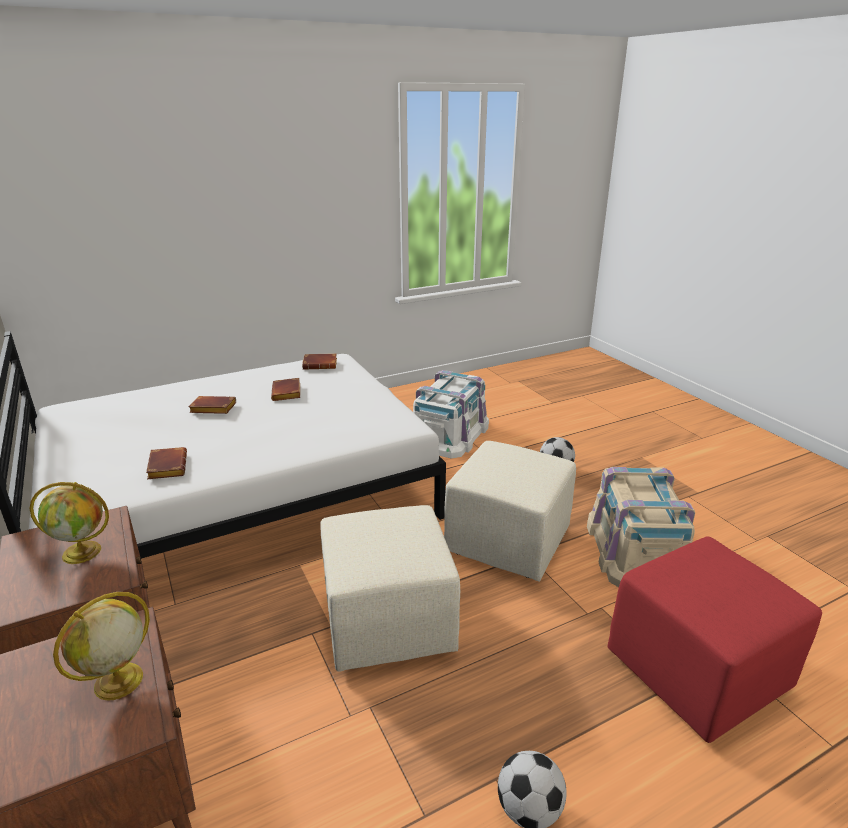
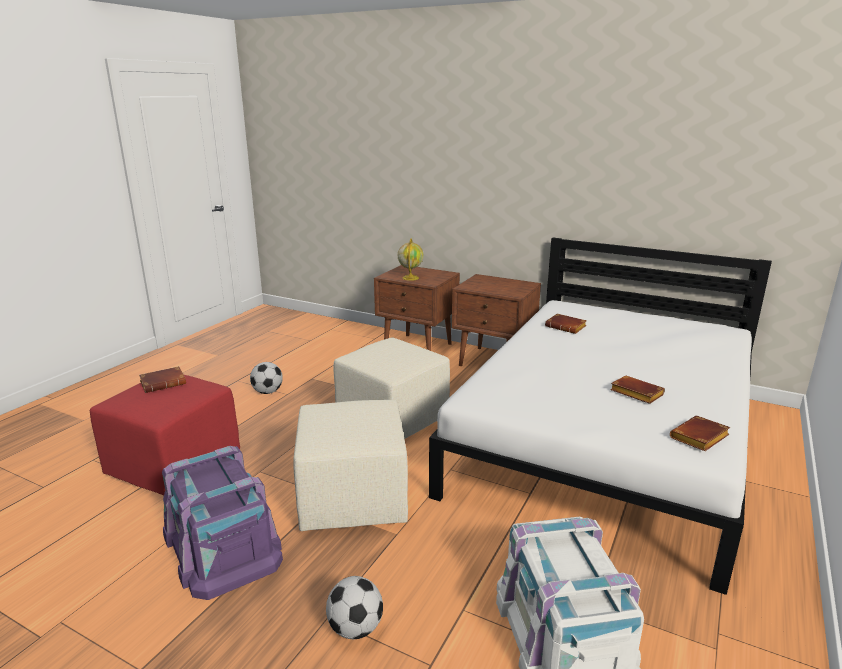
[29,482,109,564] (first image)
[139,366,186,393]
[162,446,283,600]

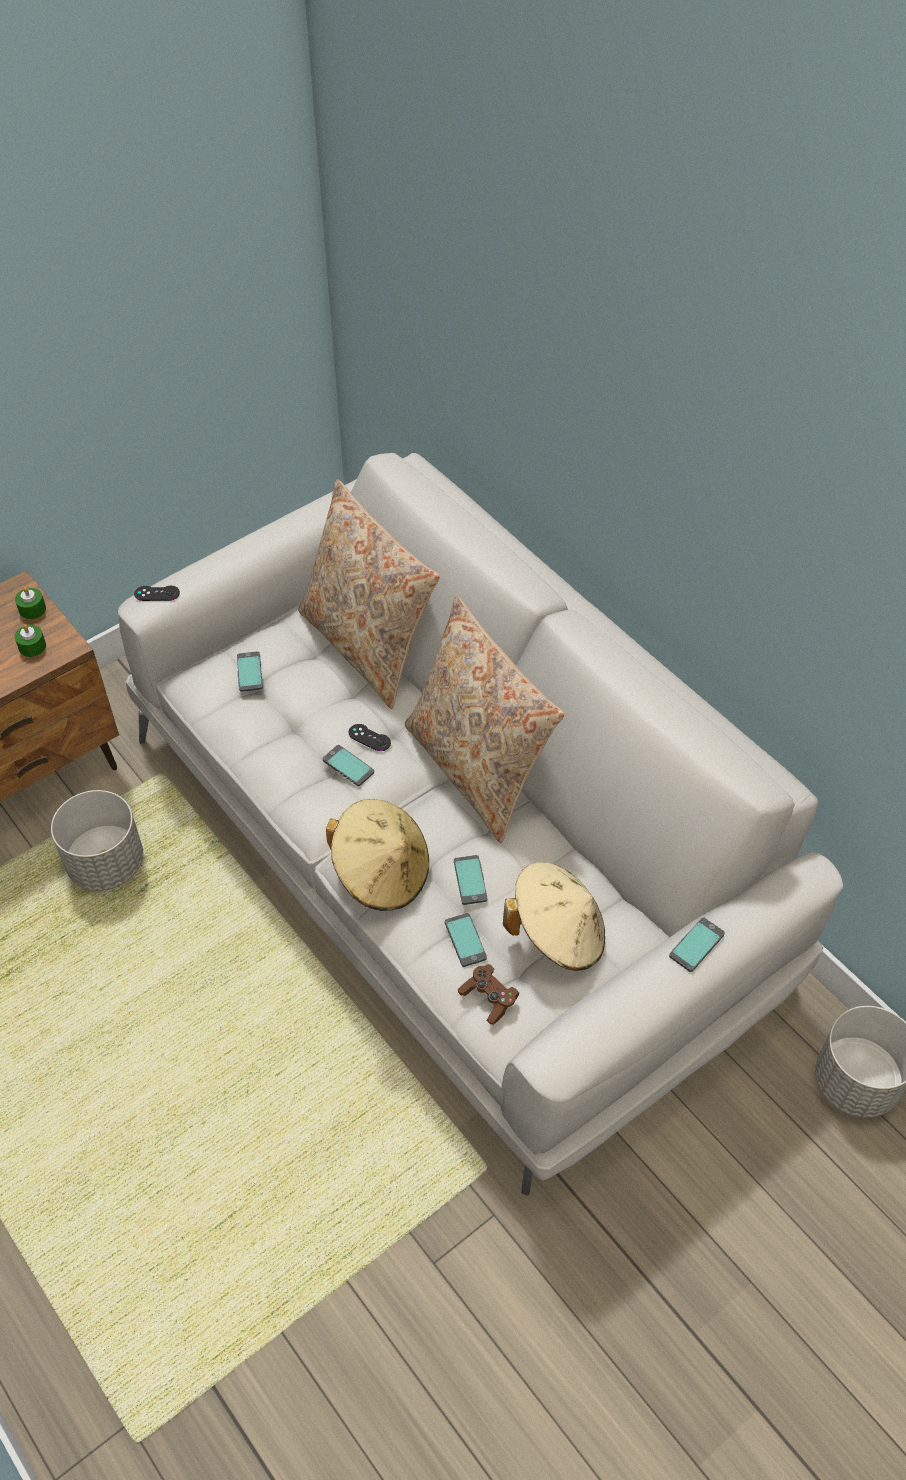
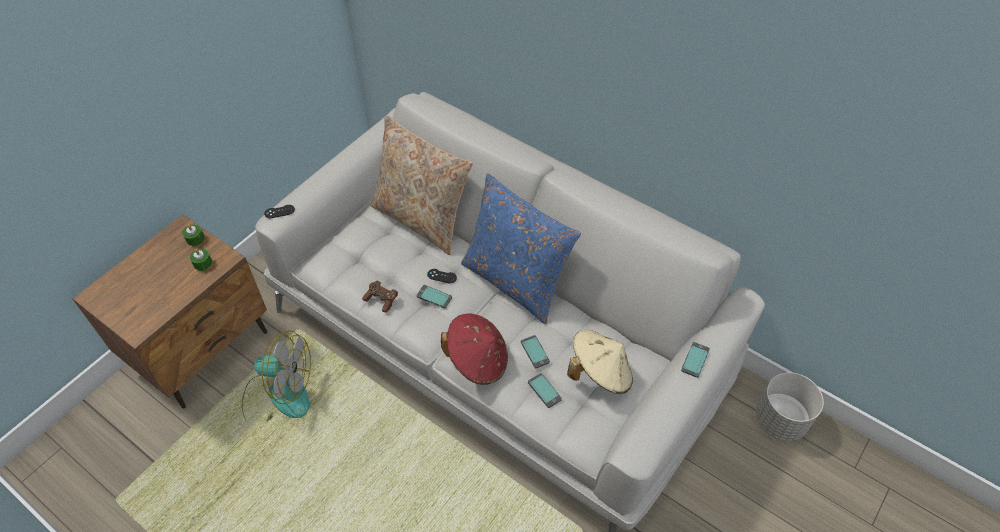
[242,330,311,426]
[237,651,263,692] (first image)
[441,314,508,385]
[461,174,581,325]
[362,281,398,313]

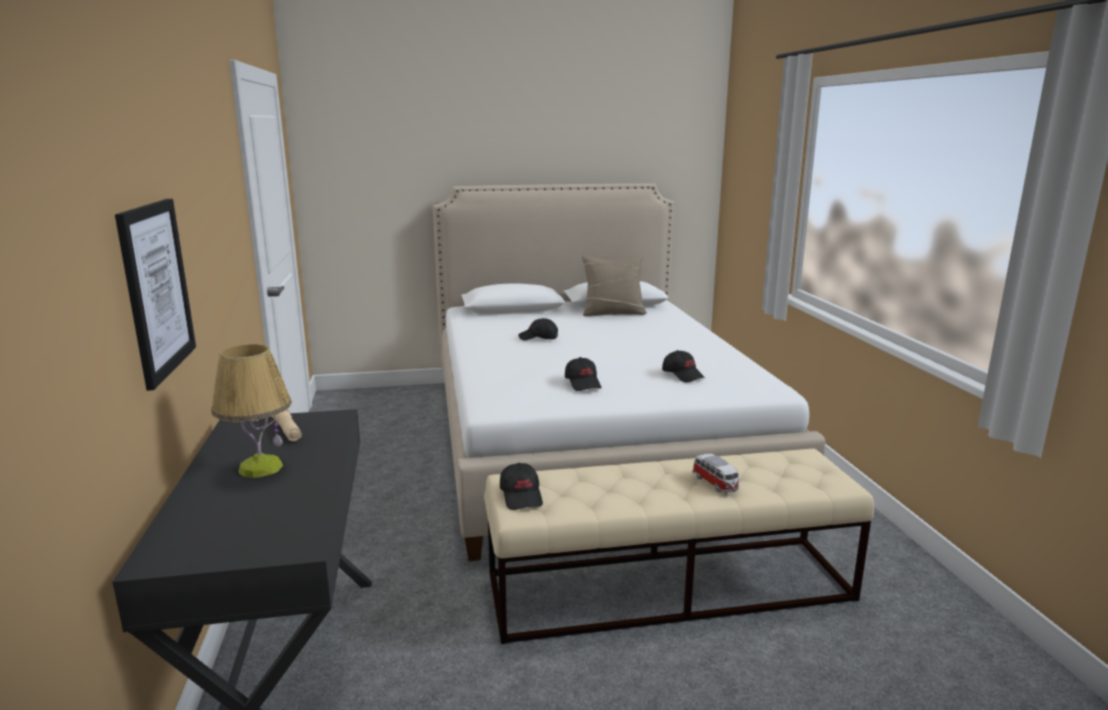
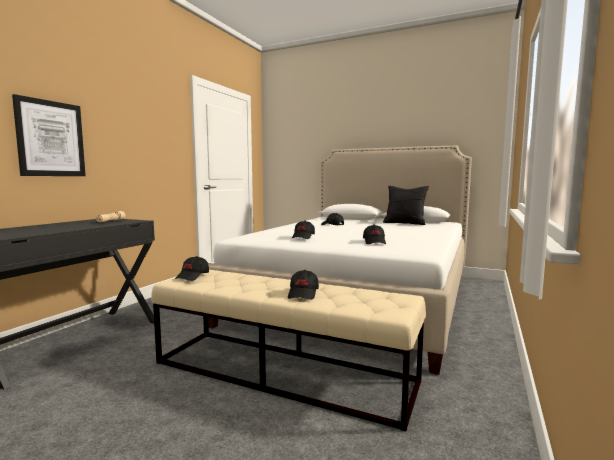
[211,344,292,478] (first image)
[383,186,429,225]
[288,270,319,300]

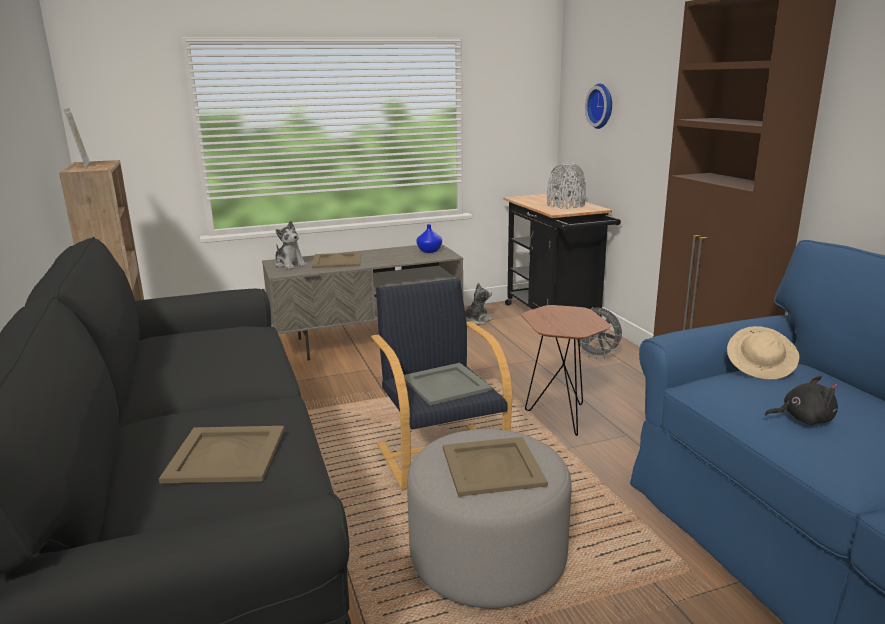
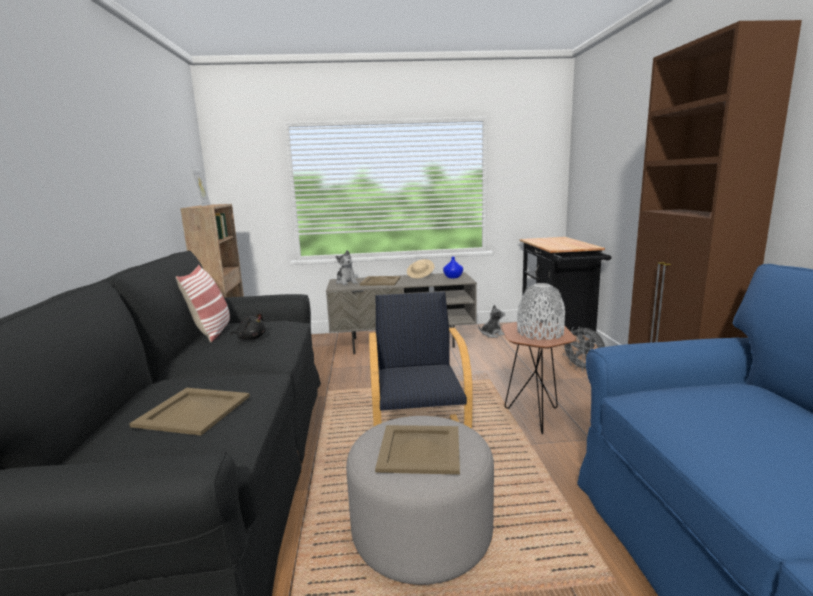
[404,363,492,406] (first image)
[517,283,565,340]
[585,83,612,129] (first image)
[407,259,434,278]
[231,313,266,340]
[176,265,230,342]

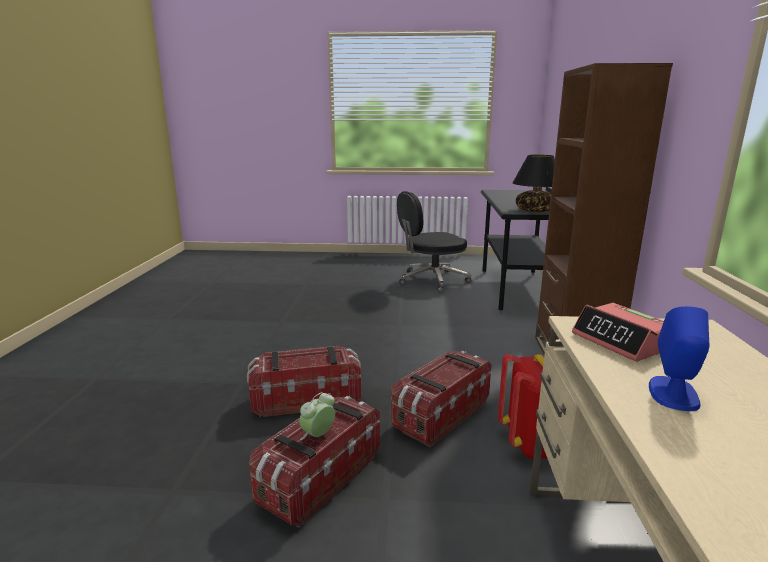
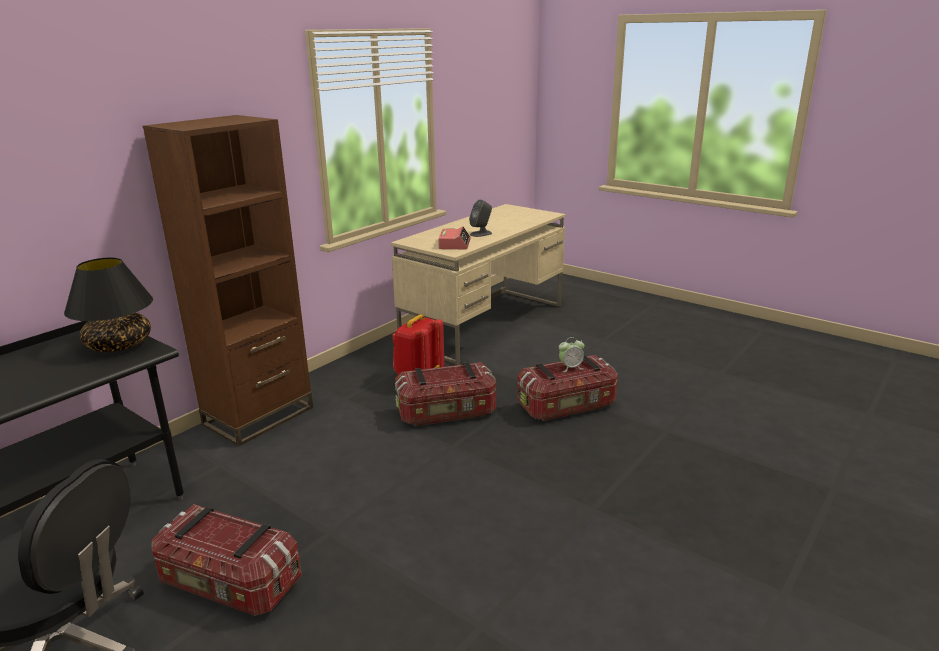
[152,504,302,616]
[469,199,492,237]

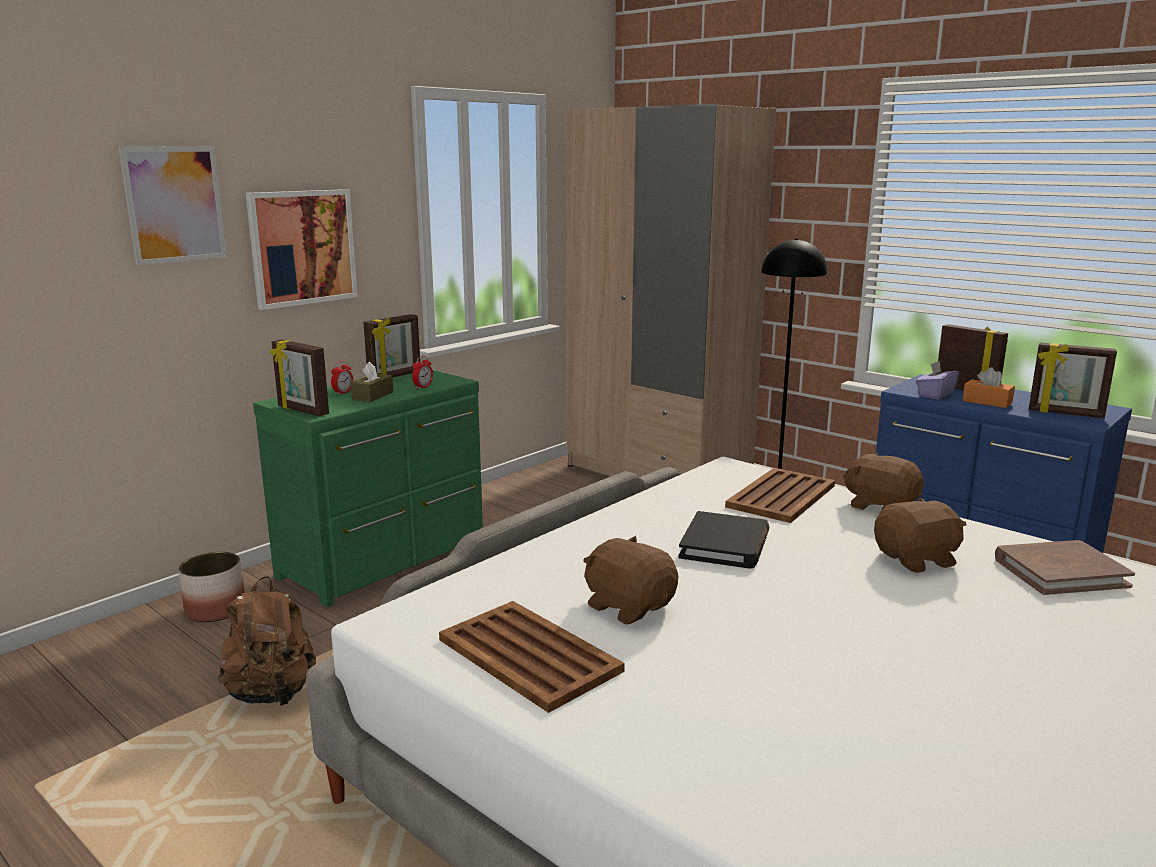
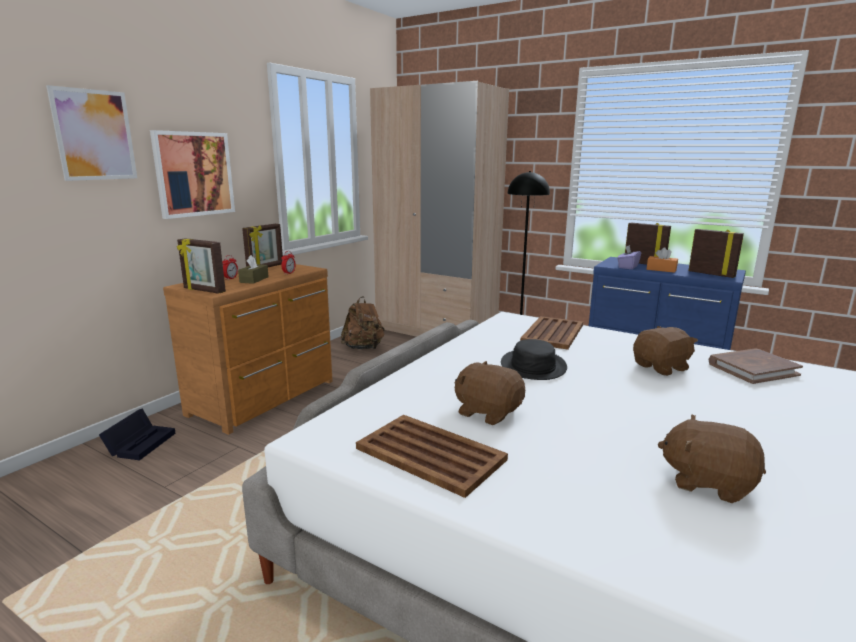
[99,409,176,460]
[341,296,385,349]
[163,264,333,435]
[501,339,567,380]
[658,414,766,503]
[688,229,744,278]

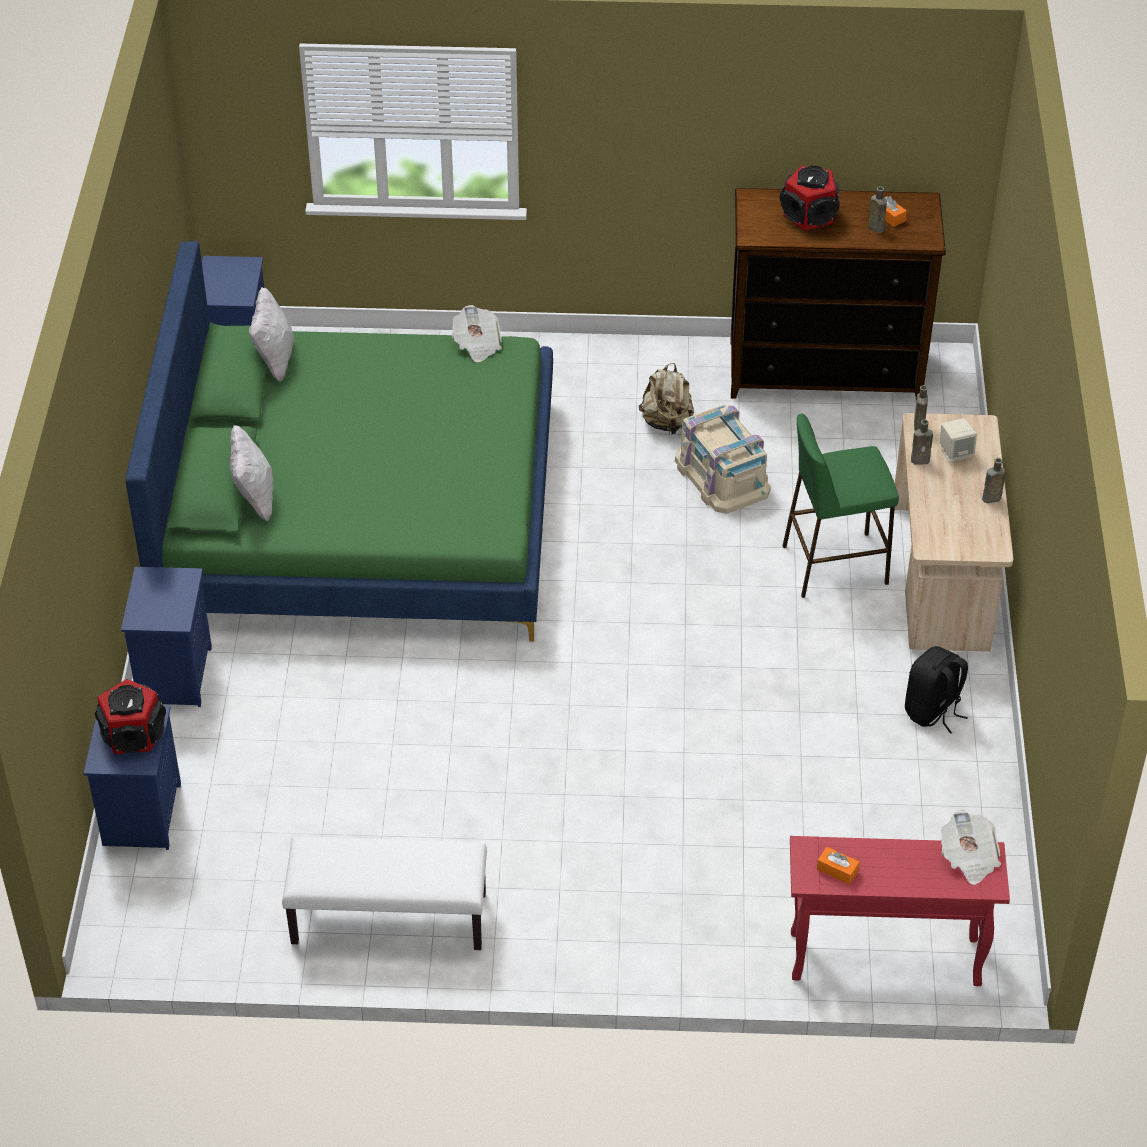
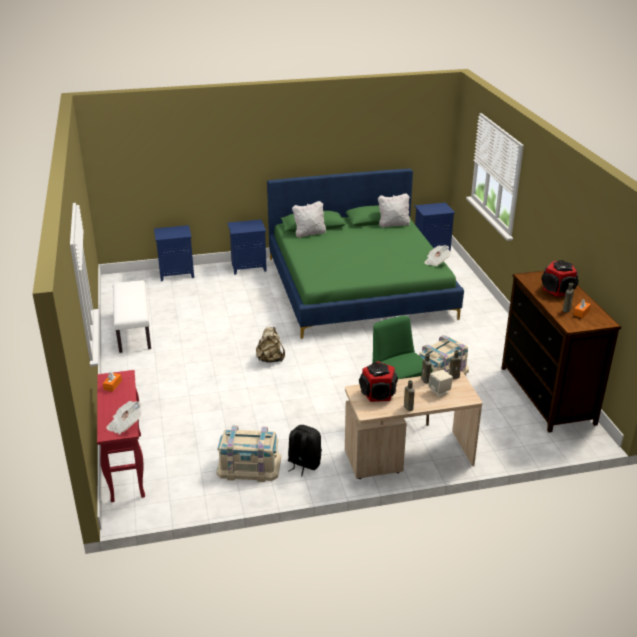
[359,361,398,402]
[256,327,285,363]
[216,425,281,482]

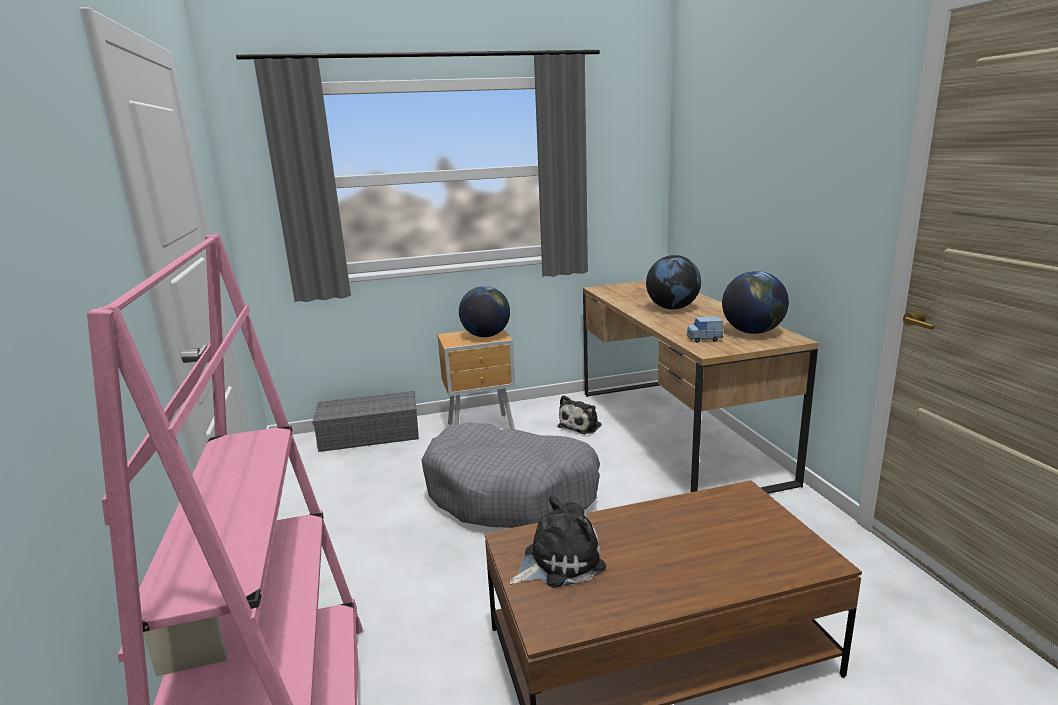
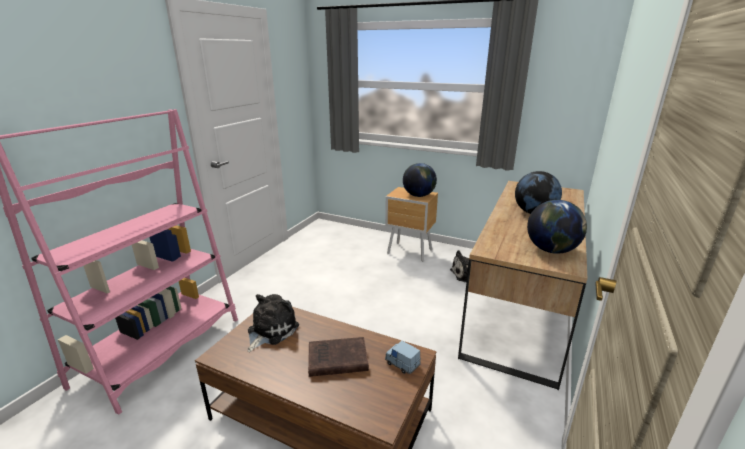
[312,391,419,452] (first image)
[421,423,600,528] (first image)
[247,294,299,352]
[385,341,421,374]
[308,337,369,377]

